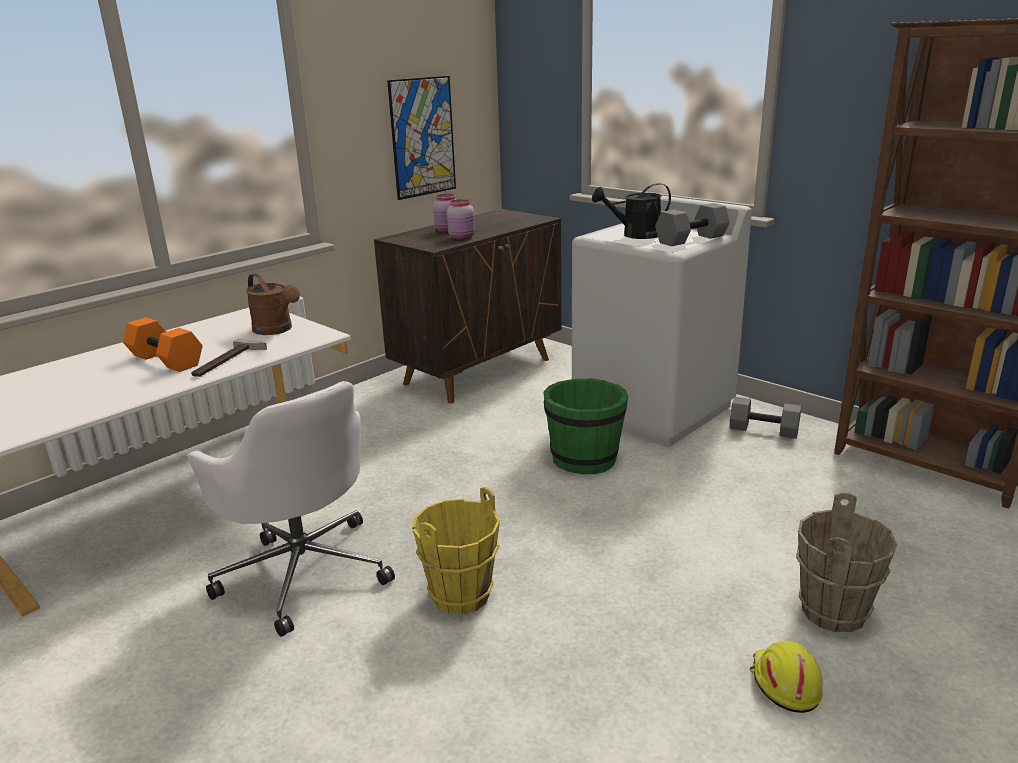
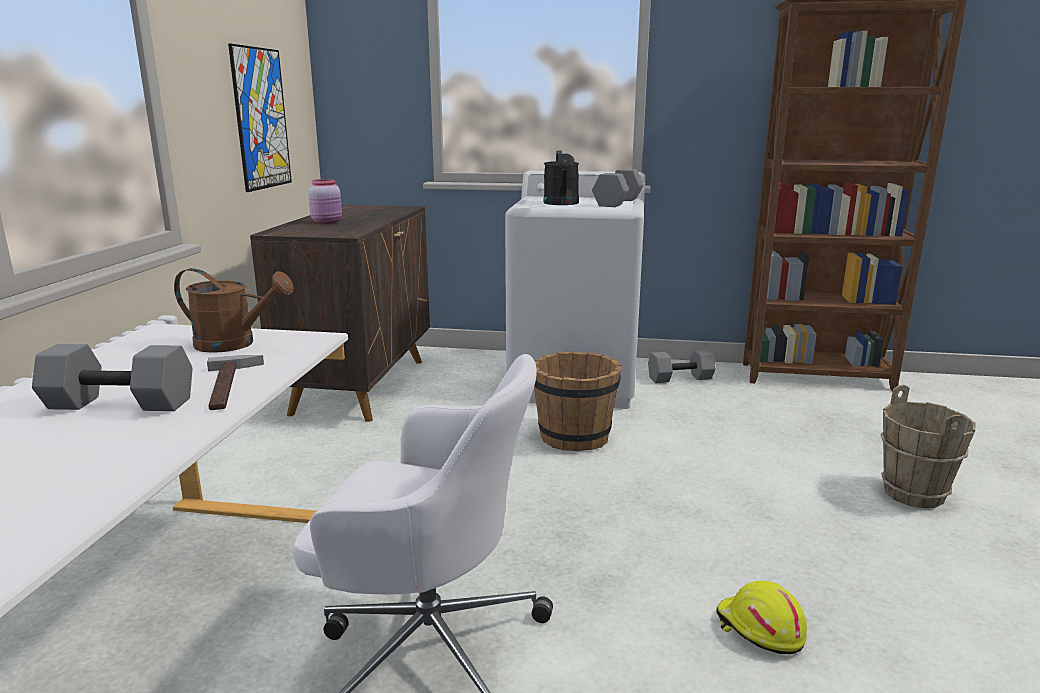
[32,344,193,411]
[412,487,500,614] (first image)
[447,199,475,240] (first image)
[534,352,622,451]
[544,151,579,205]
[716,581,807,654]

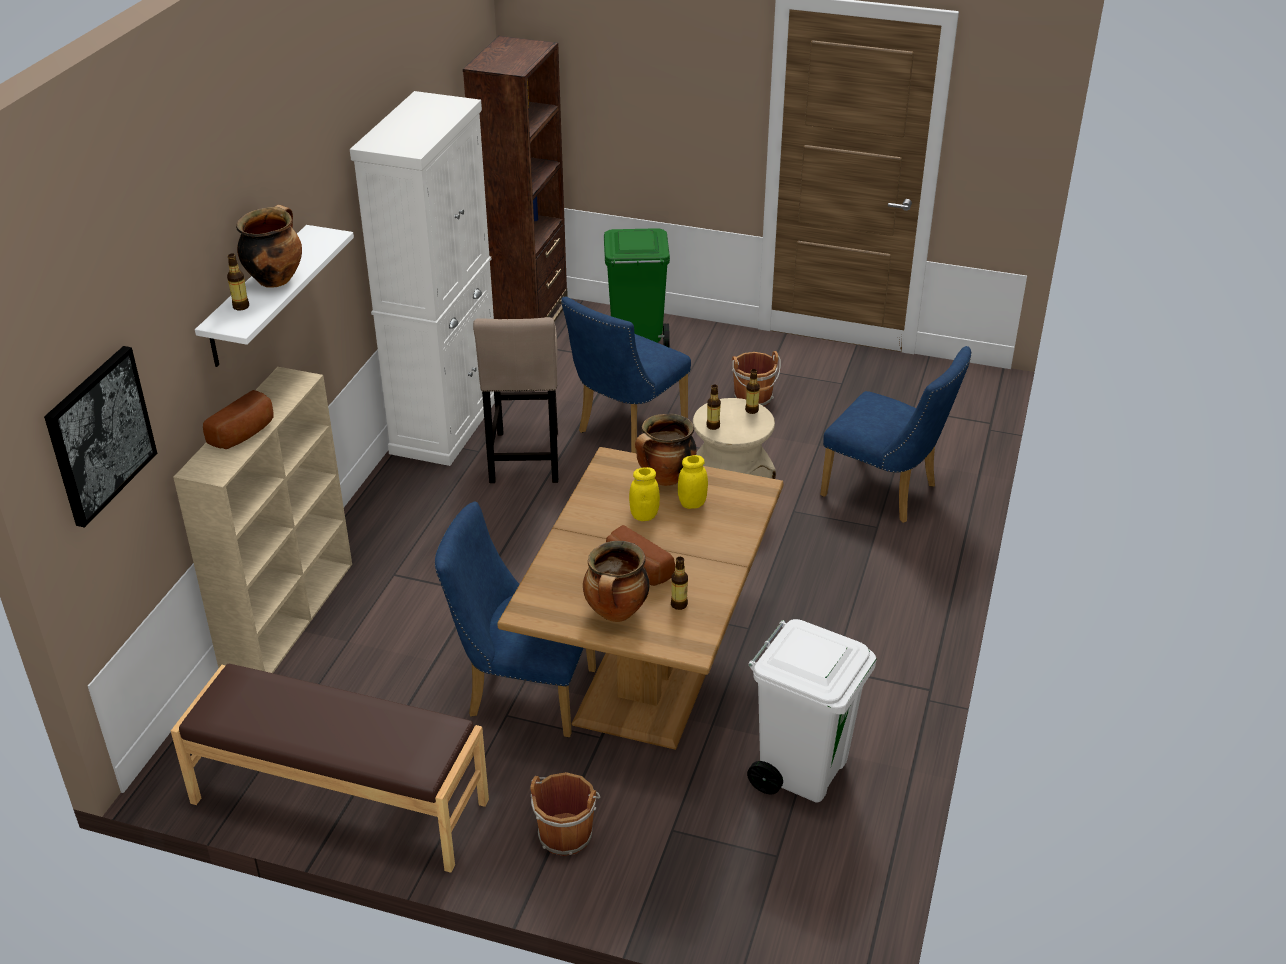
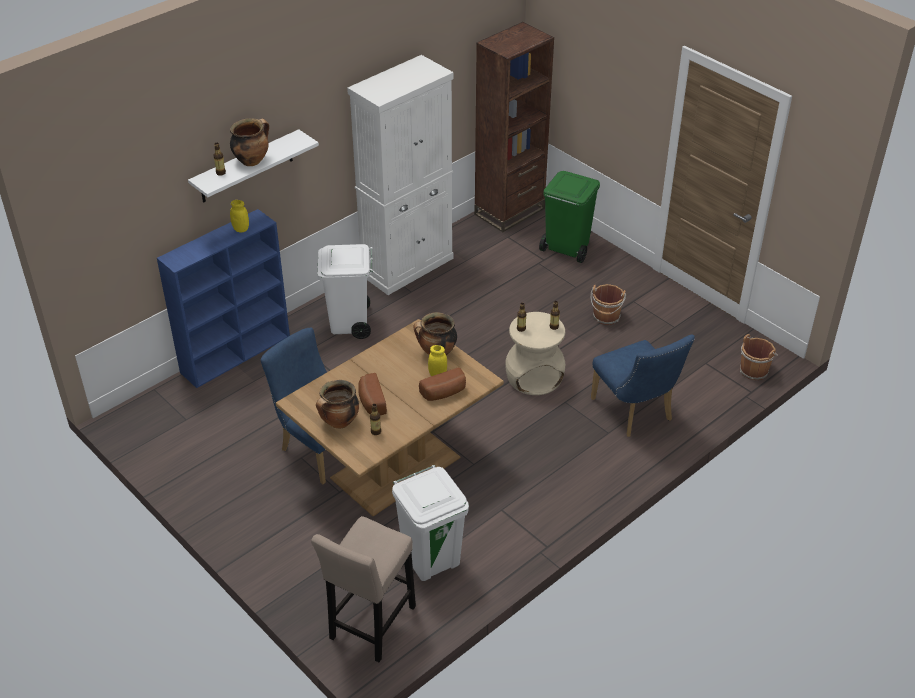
[44,346,157,528] (first image)
[171,664,489,873] (first image)
[157,209,290,388]
[419,368,466,401]
[311,516,416,662]
[740,334,778,381]
[561,297,691,453] (first image)
[230,200,249,233]
[317,244,373,339]

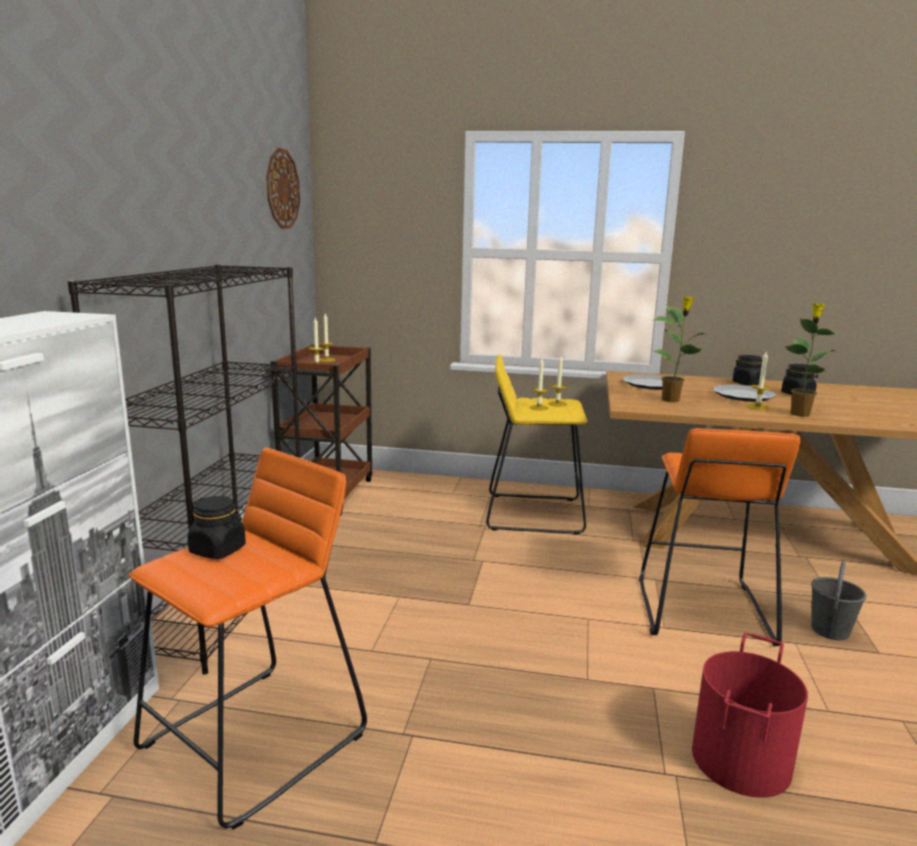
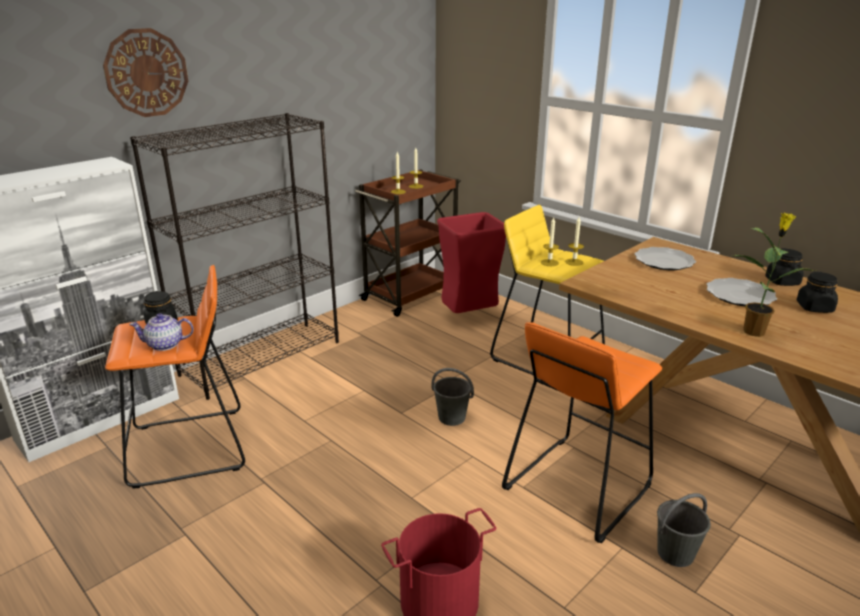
[103,28,188,117]
[653,296,705,402] (first image)
[747,352,771,410] (first image)
[129,313,194,351]
[431,368,474,426]
[437,212,506,313]

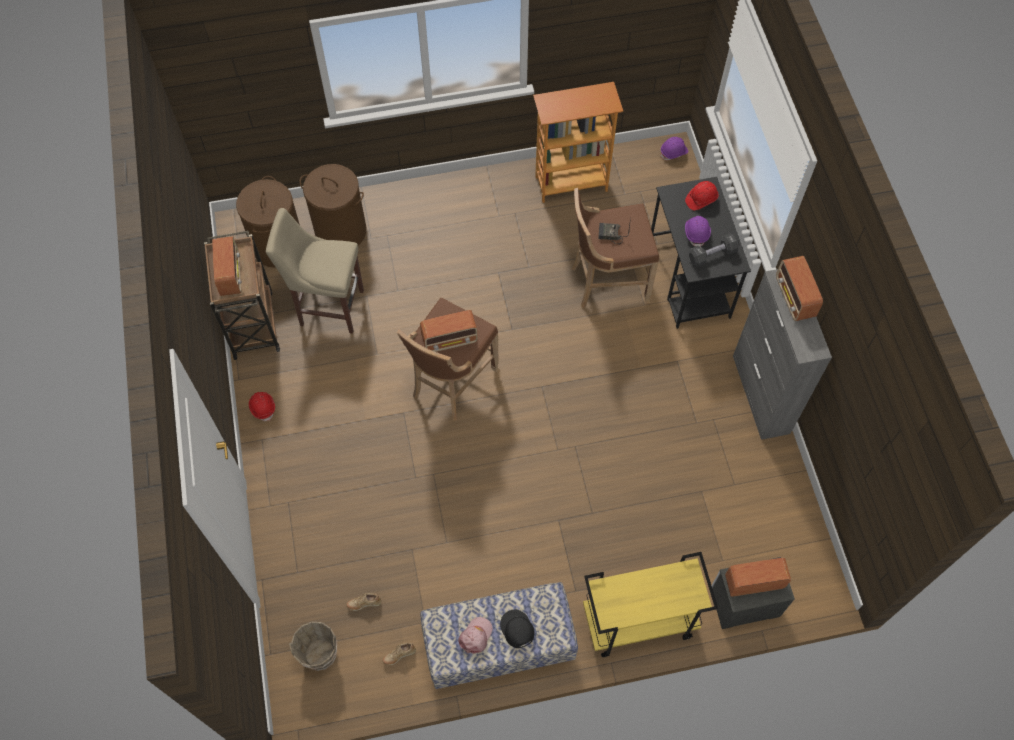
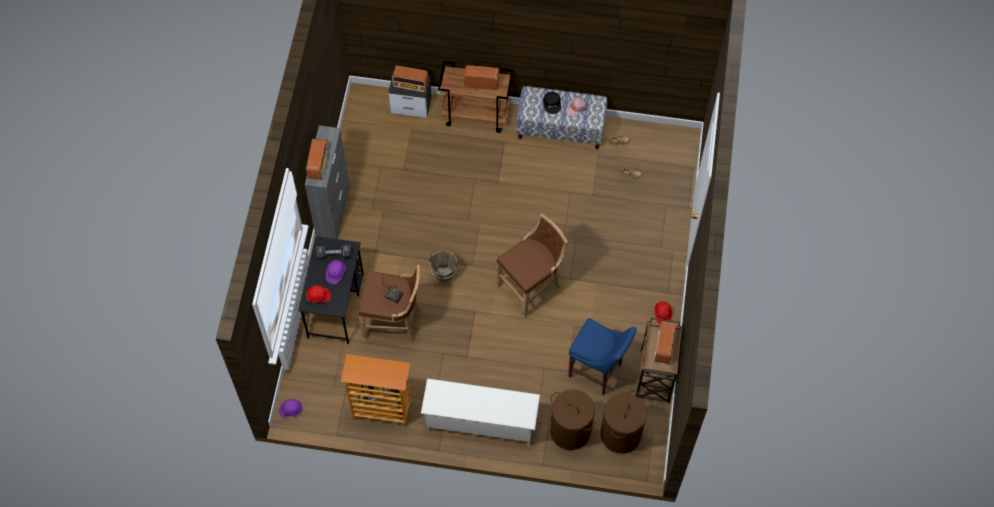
[568,318,637,395]
[429,250,457,284]
[464,65,499,90]
[438,61,513,133]
[421,378,540,446]

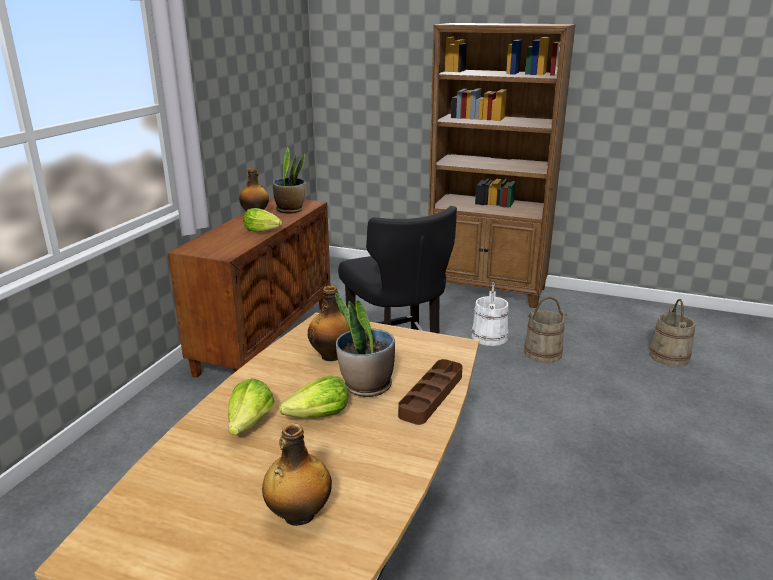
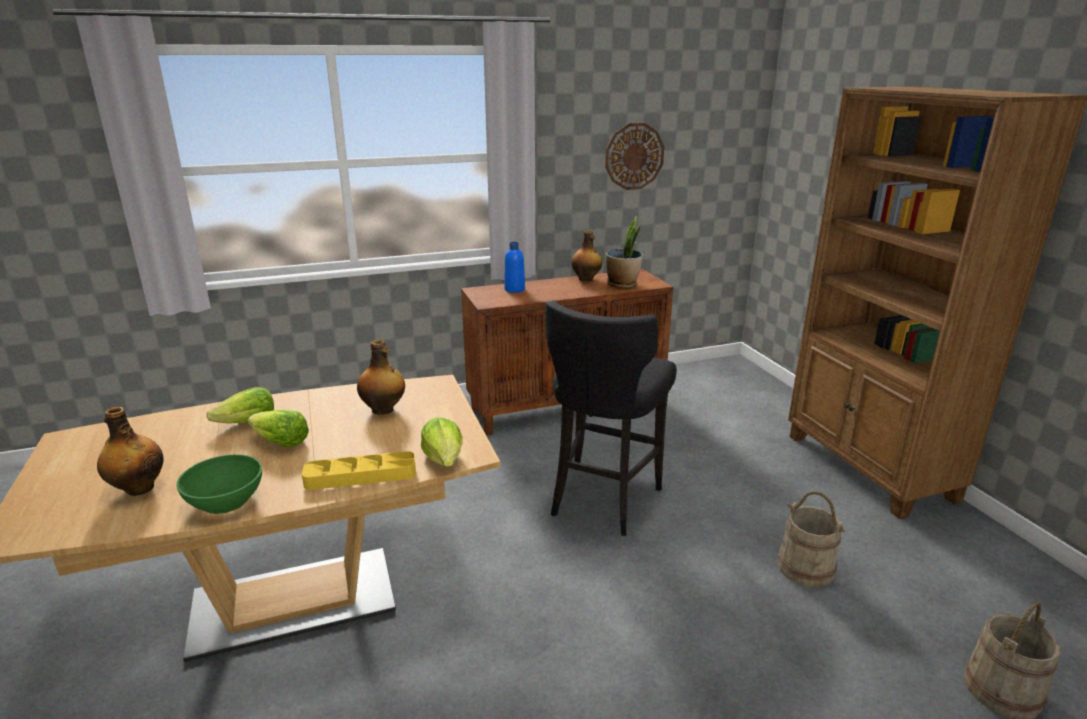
[421,417,463,467]
[335,293,395,397] (first image)
[302,451,416,490]
[472,282,509,346] (first image)
[176,454,262,514]
[504,242,525,293]
[605,123,664,190]

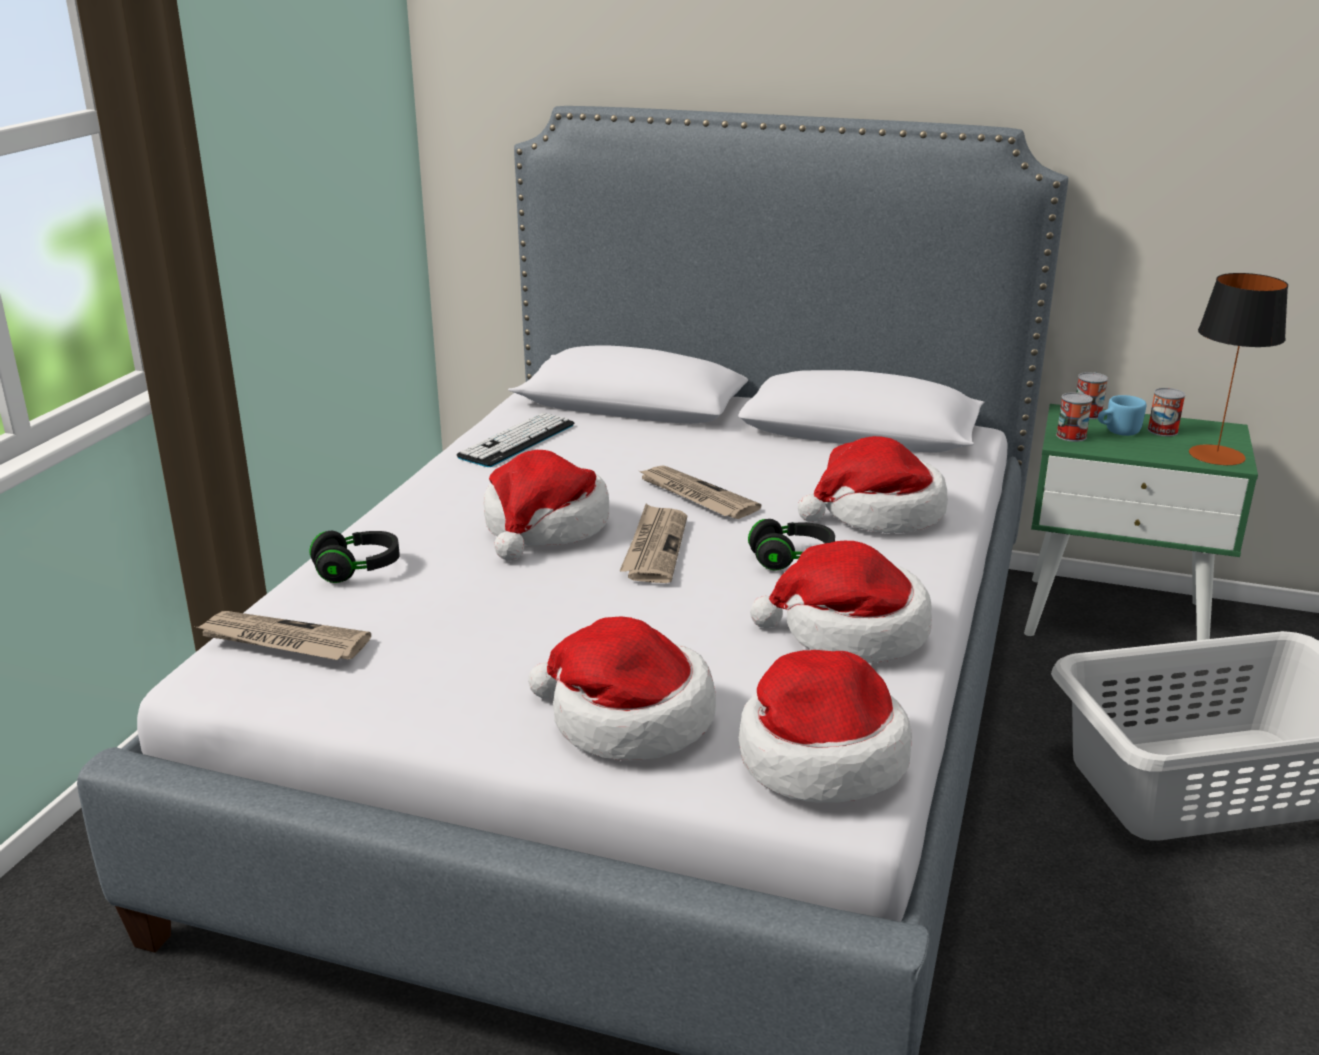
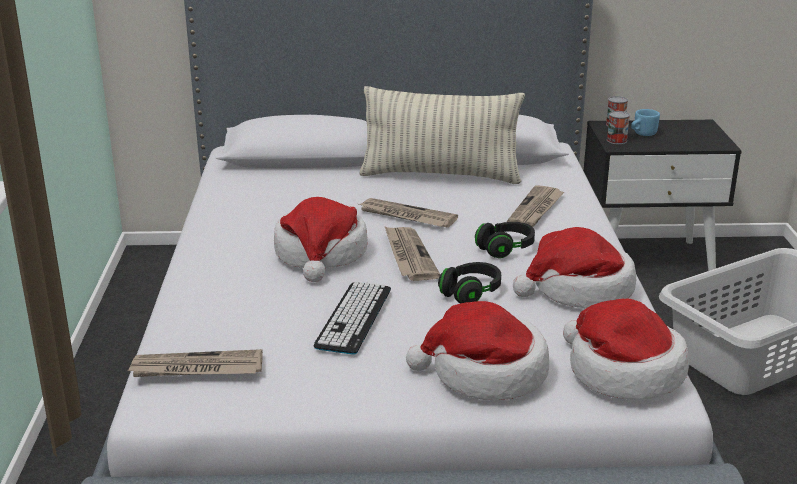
[438,262,501,303]
[314,281,391,354]
[507,185,564,227]
[583,120,742,271]
[1148,388,1186,436] (first image)
[1189,273,1288,465] (first image)
[359,86,525,184]

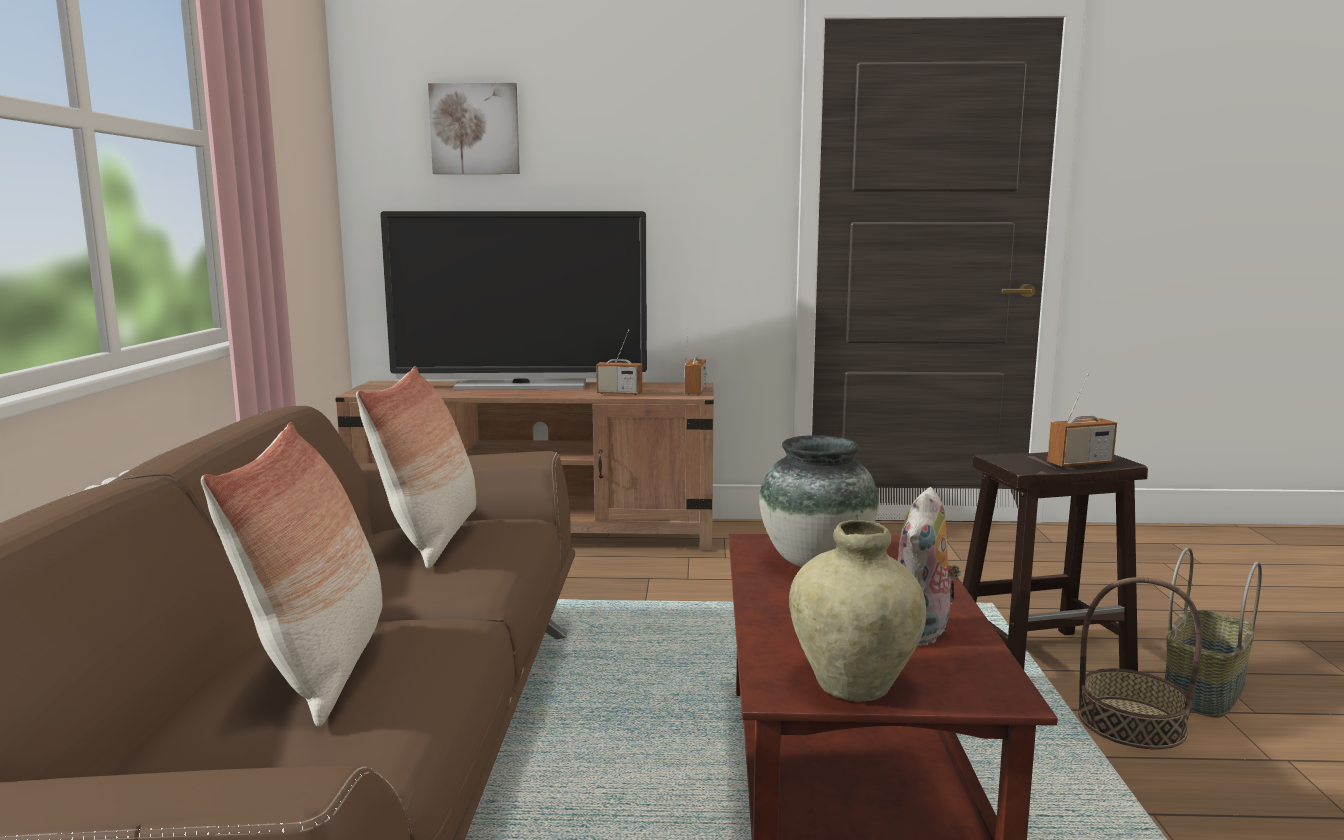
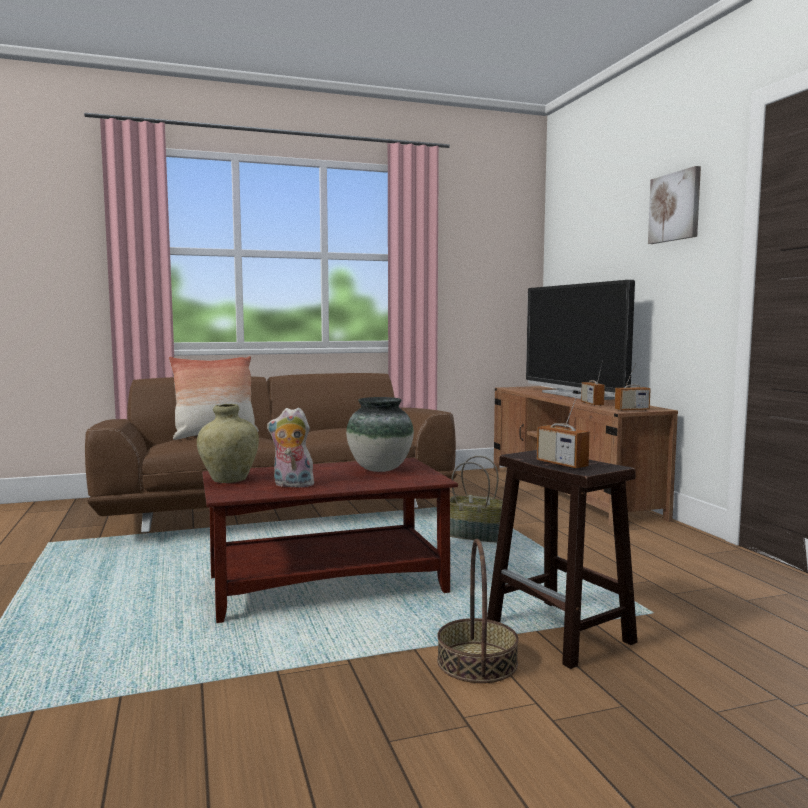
[356,366,476,568] (first image)
[648,166,701,244]
[450,456,503,542]

